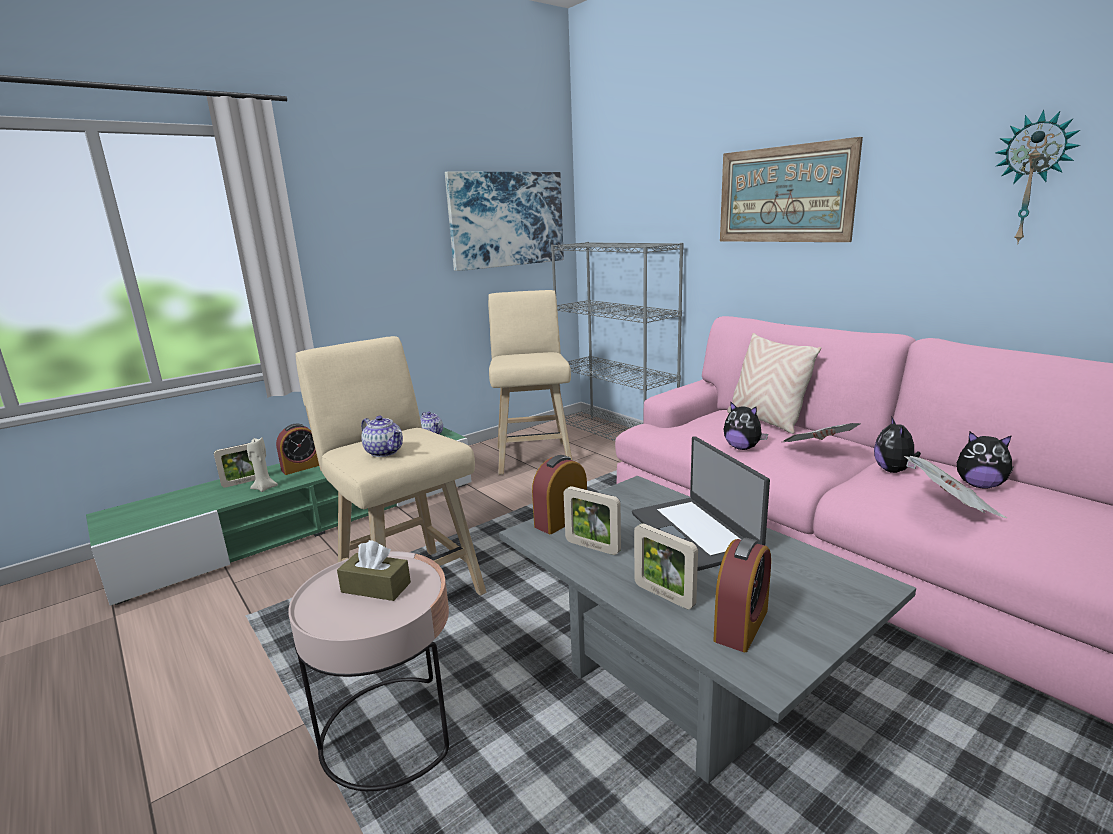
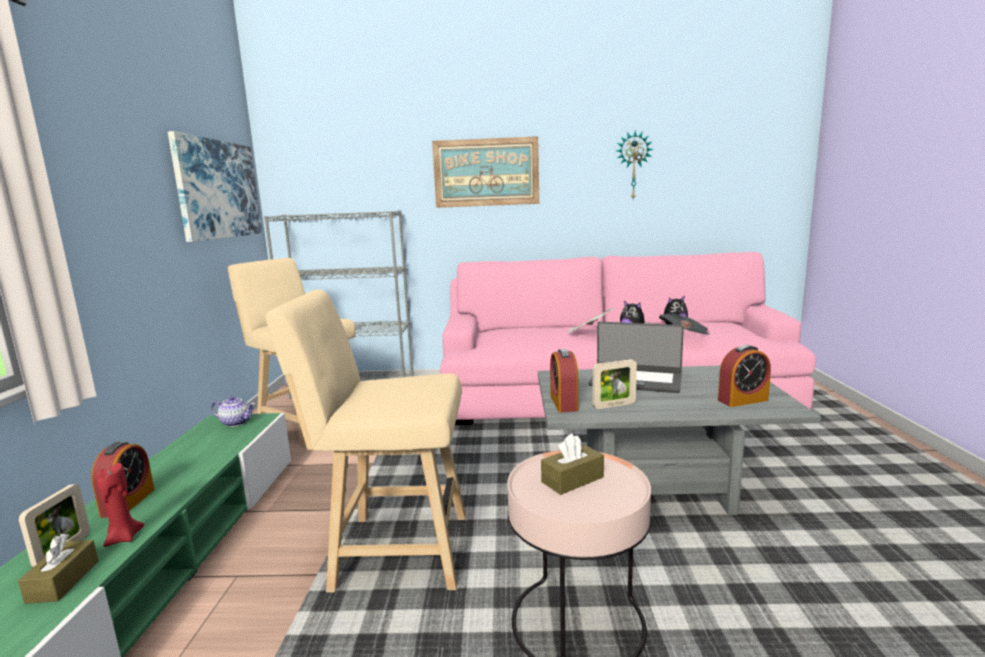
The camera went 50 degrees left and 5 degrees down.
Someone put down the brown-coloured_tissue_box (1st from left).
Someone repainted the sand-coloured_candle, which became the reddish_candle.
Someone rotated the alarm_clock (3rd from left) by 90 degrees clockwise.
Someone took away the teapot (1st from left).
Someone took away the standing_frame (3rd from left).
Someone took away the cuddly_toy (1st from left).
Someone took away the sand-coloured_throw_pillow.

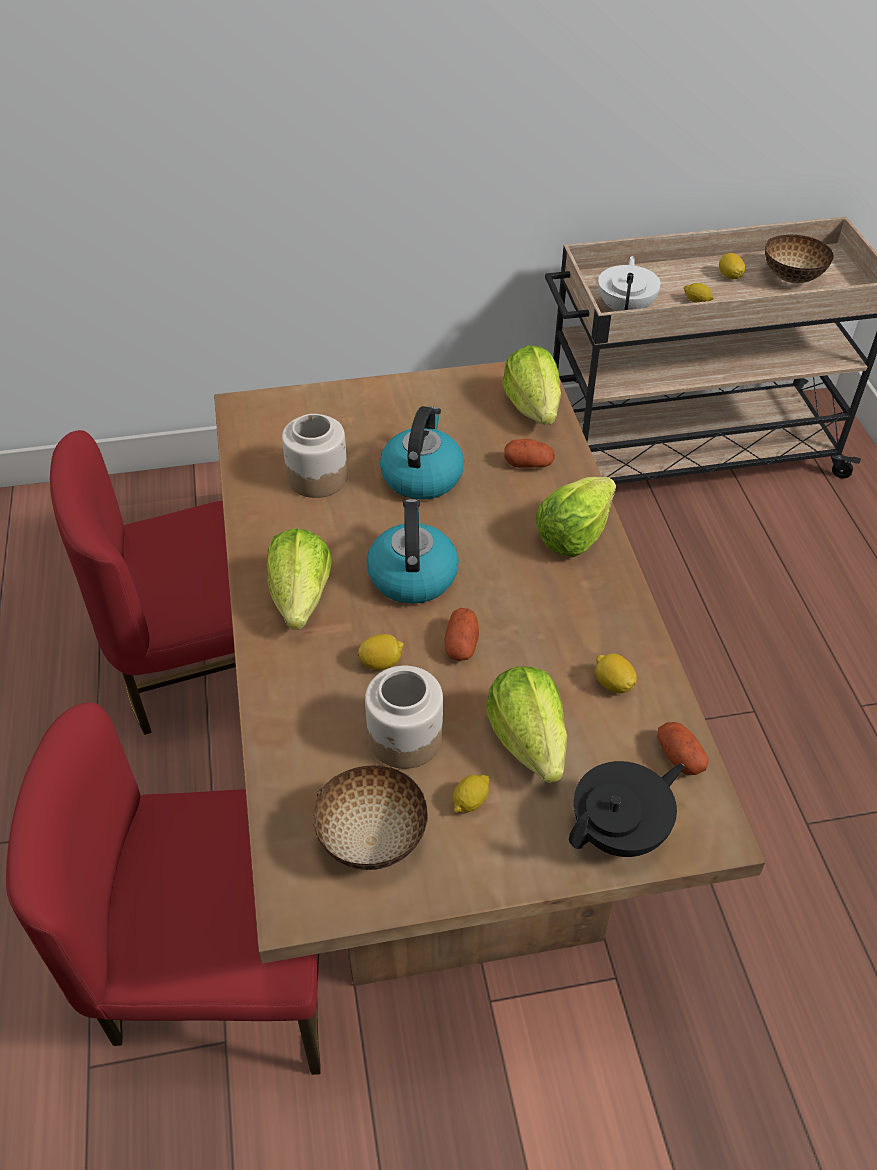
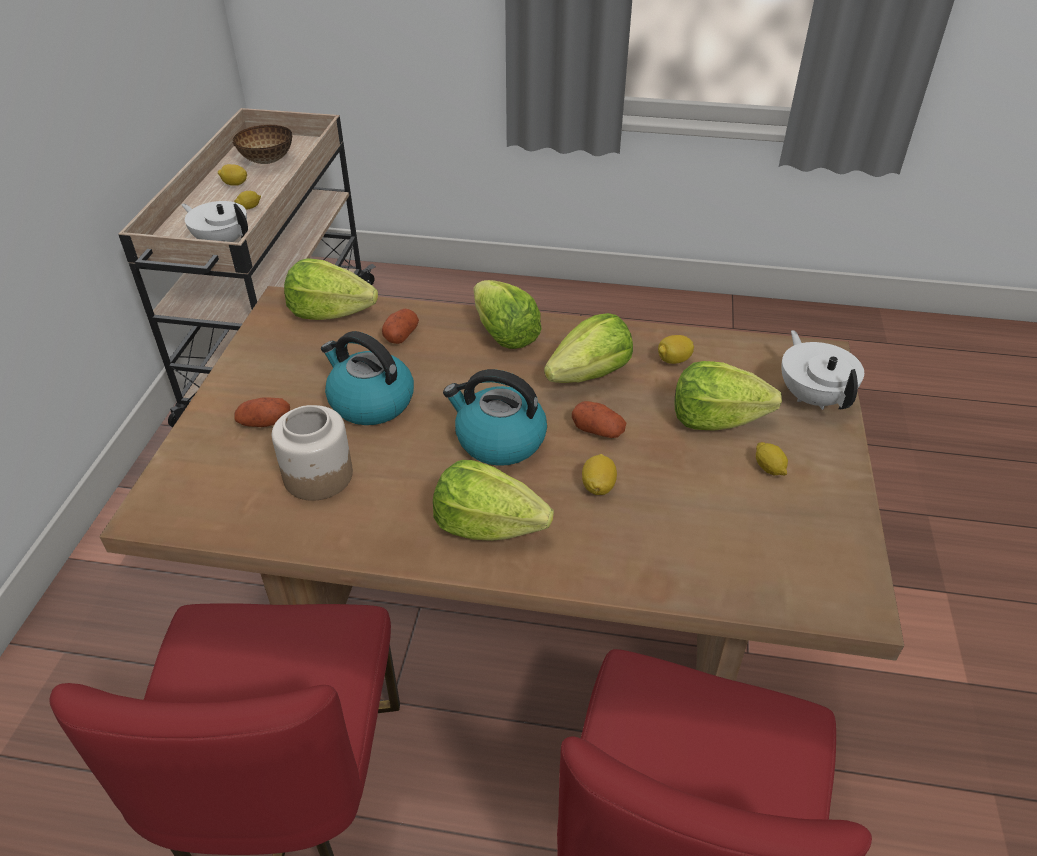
The camera went 70 degrees left and 5 degrees down.
Someone carried the whole_potato (3rd from left in the first image).
Someone put down the head_of_lettuce (4th from left).
Someone repainted the black-coloured_teapot, which became the white_teapot (2nd from left).
Someone took away the deep_dish (1st from left).
Someone took away the preserve_jar (2nd from left).

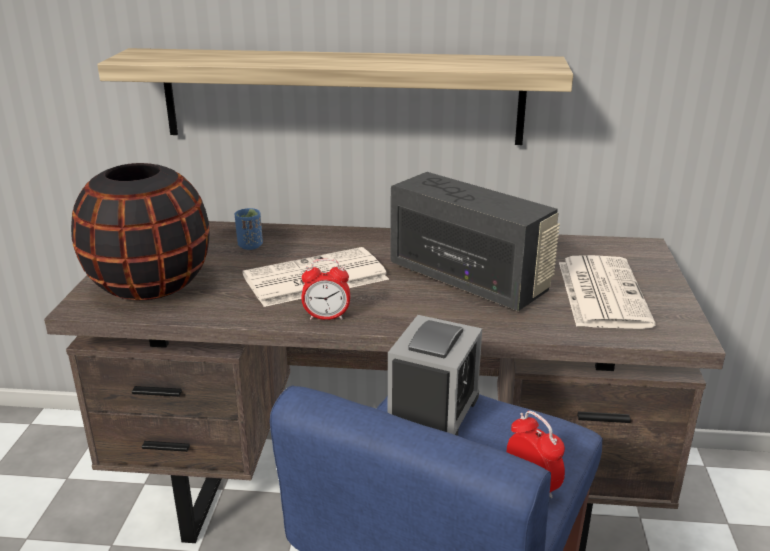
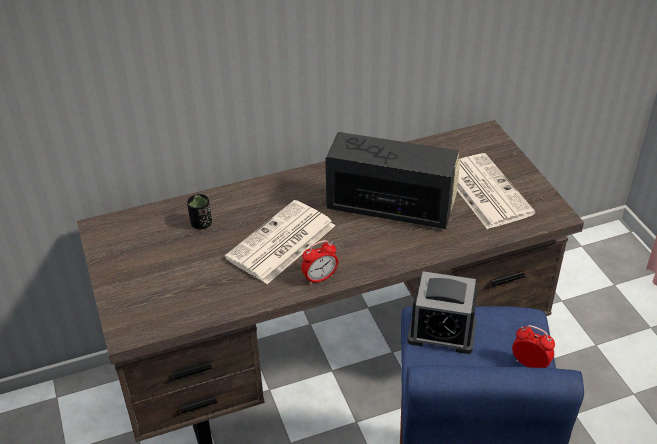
The camera went 25 degrees left and 15 degrees up.
Someone repainted the bluish_cup, which became the black-coloured_cup.
Someone rotated the alarm_clock (2nd from left) by 105 degrees clockwise.
Someone took away the black-coloured_vase.
Someone took away the wall_shelf.

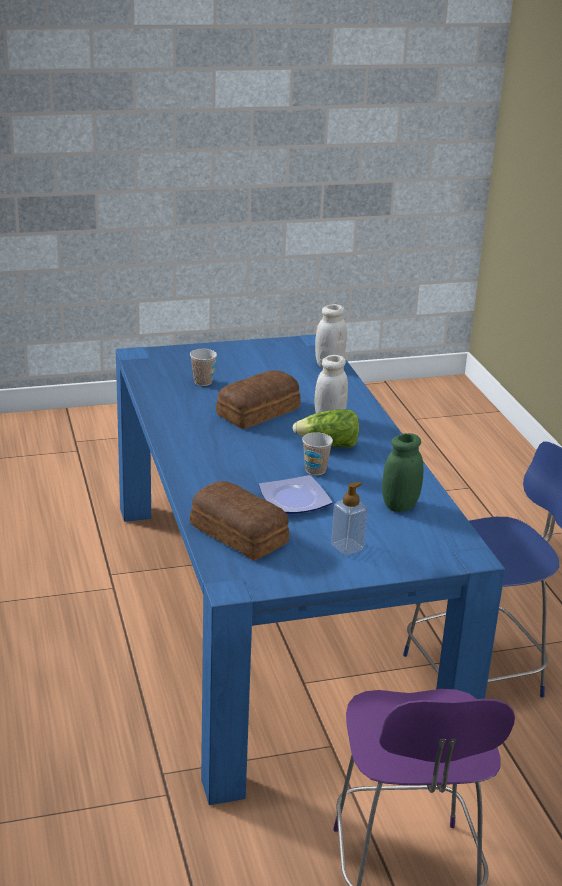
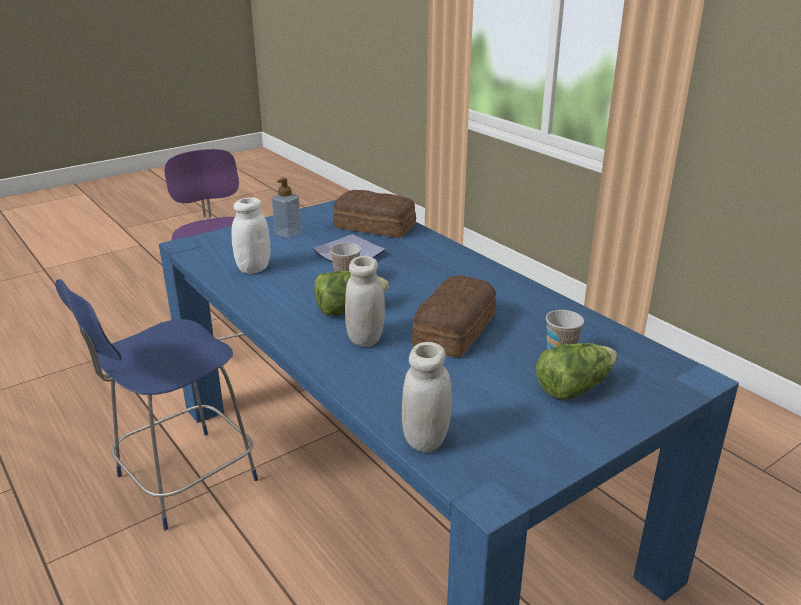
The camera went 160 degrees right and 0 degrees up.
Someone repainted the green-coloured_preserve_jar, which became the white_preserve_jar (1st from left).
Someone put down the head_of_lettuce (2nd from left).

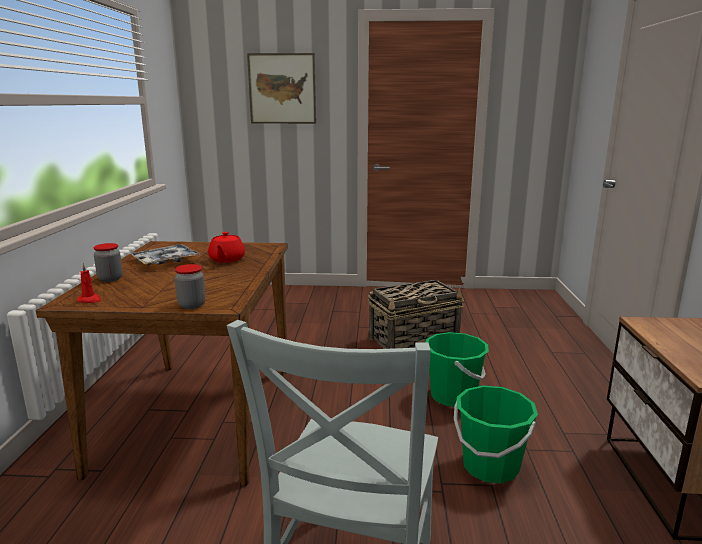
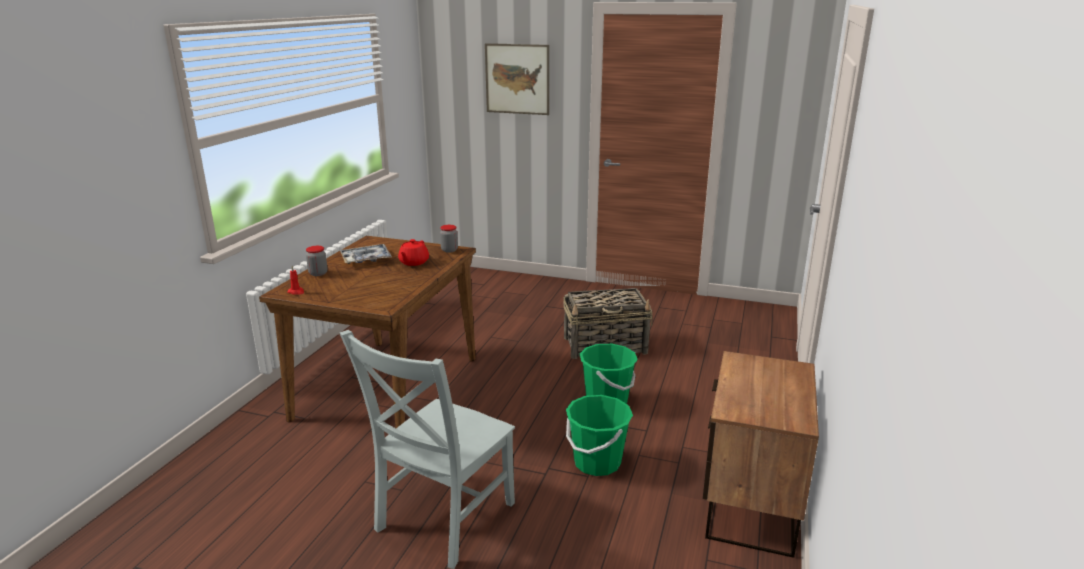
The camera went 15 degrees right and 5 degrees up.
Someone carried the preserve_jar (2nd from left).

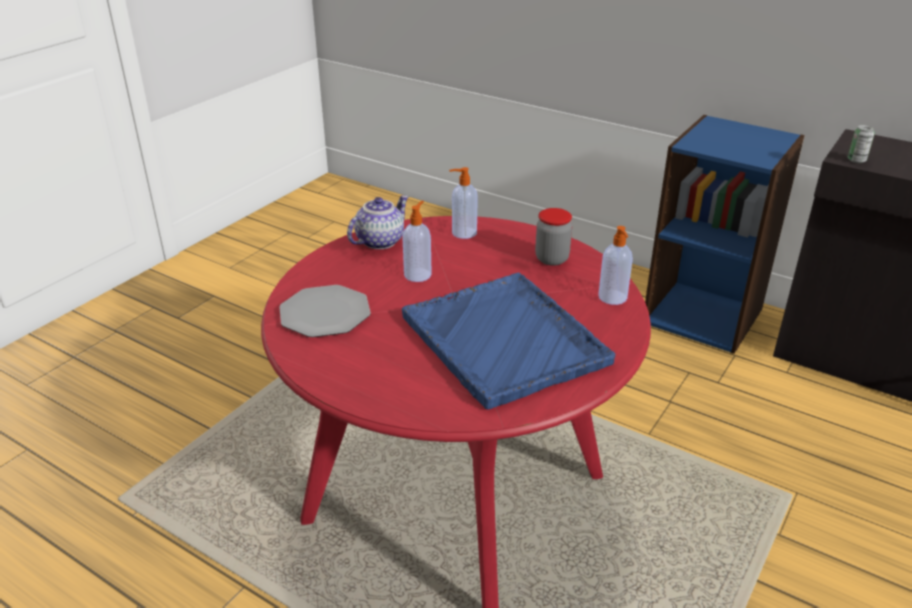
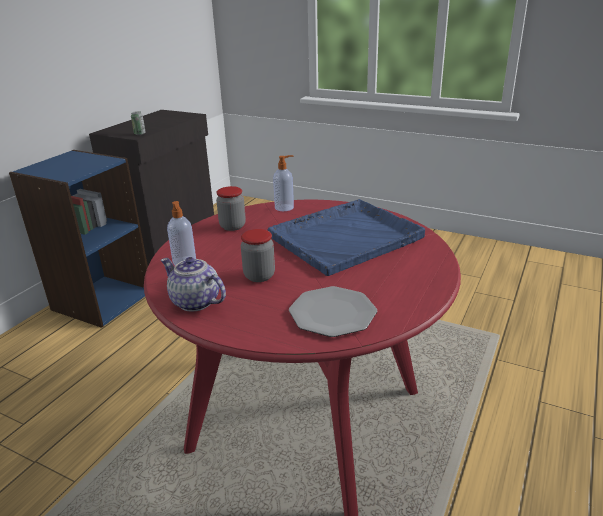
The camera went 95 degrees left and 5 degrees down.
Someone swapped the soap_bottle (1st from left) for the preserve_jar (2nd from left).

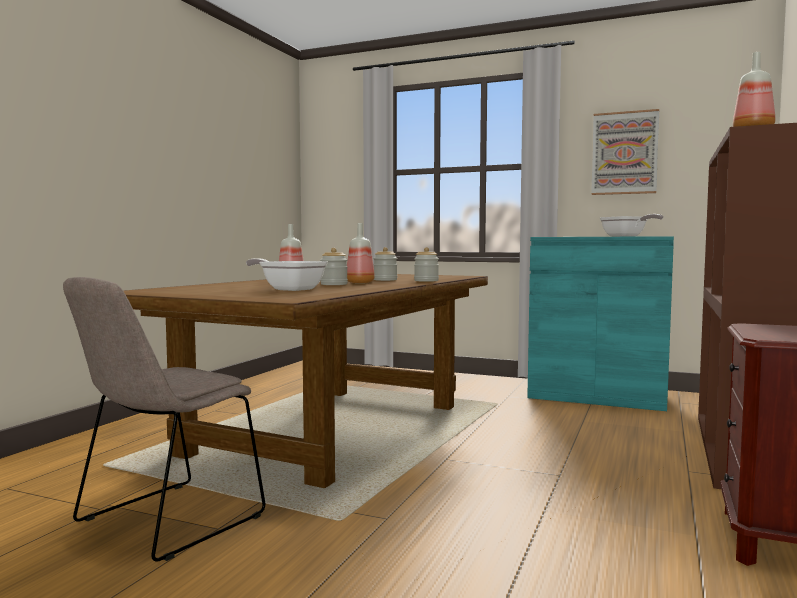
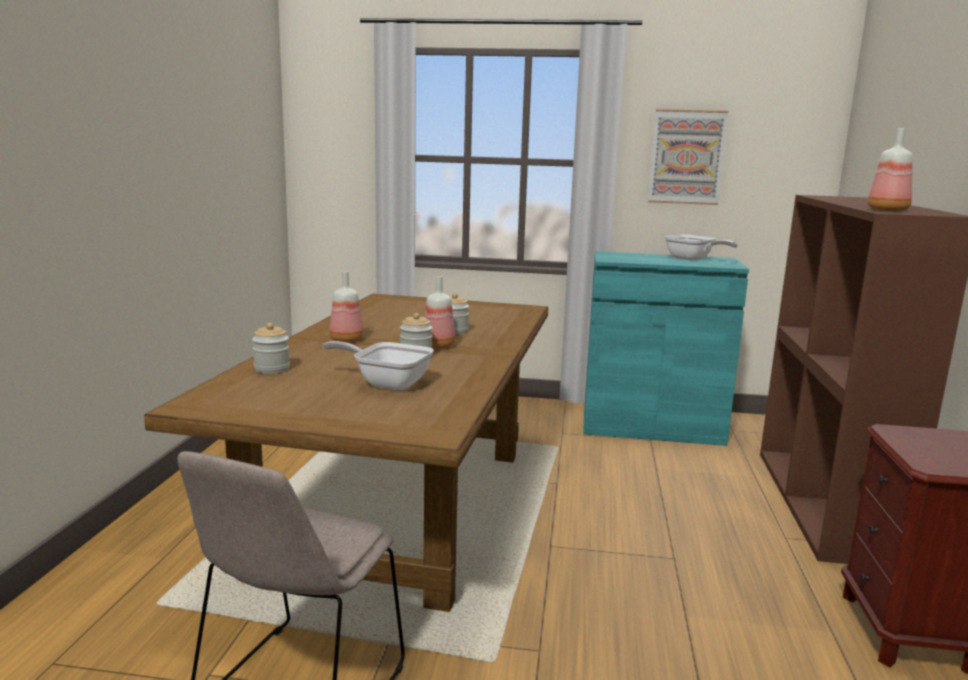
The camera went 15 degrees left and 10 degrees up.
Someone carried the preserve_jar (3rd from left in the first image).

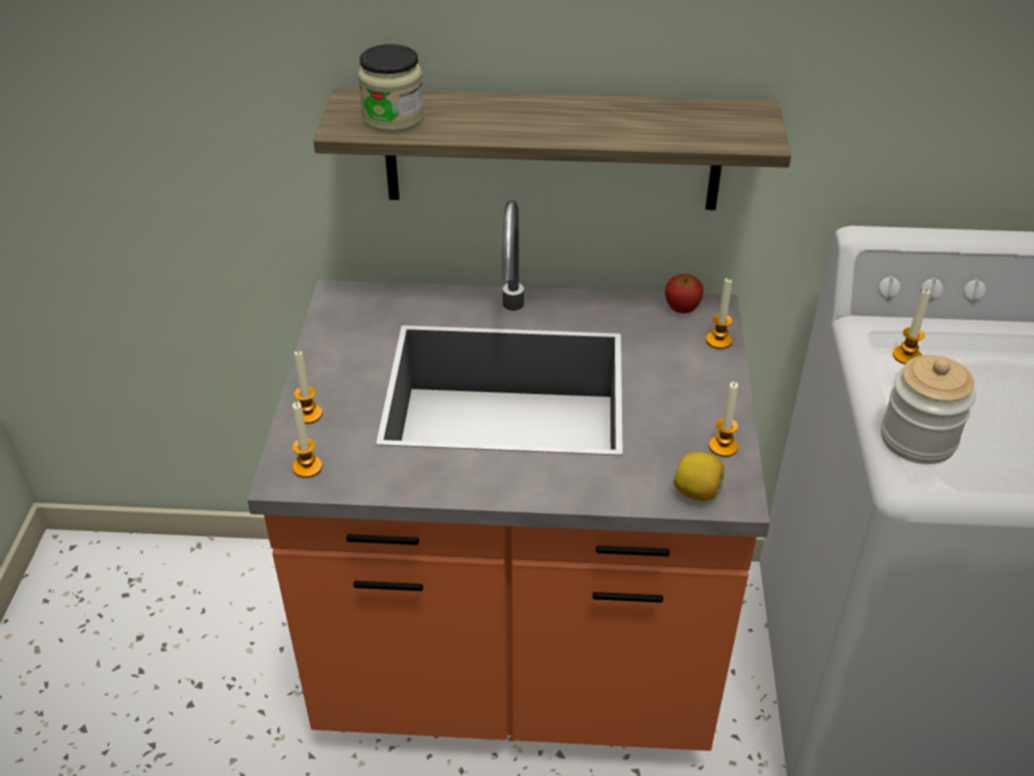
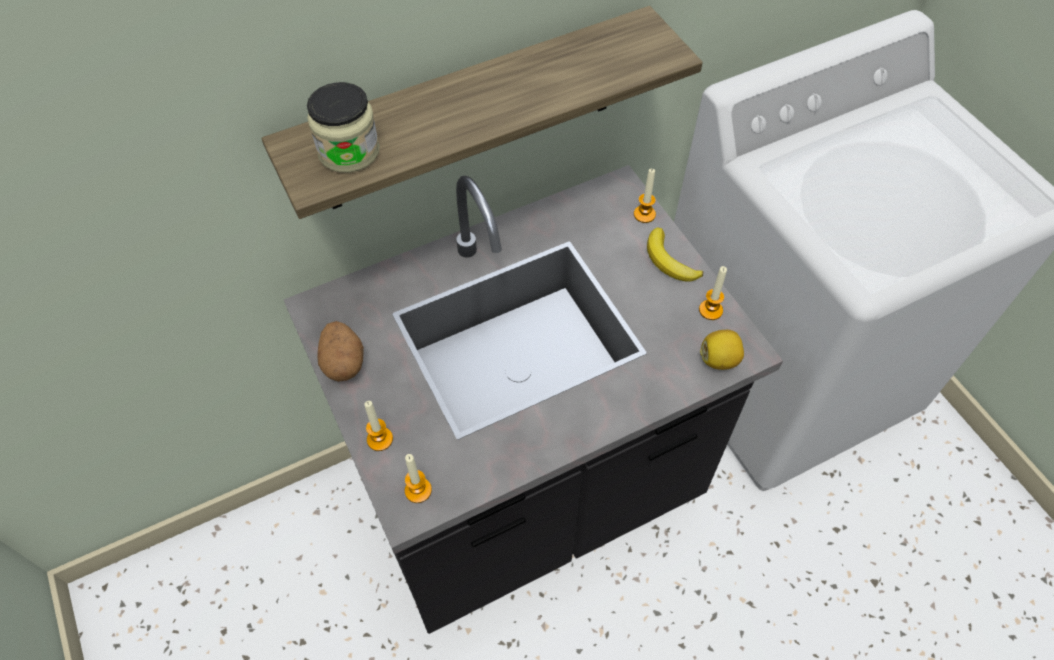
The camera went 30 degrees left and 15 degrees up.
Someone repainted the orangey_kitchen_counter, which became the black-coloured_kitchen_counter.
Someone put down the whole_potato.
Someone put down the whole_banana.
Someone took away the apple_fruit.
Someone took away the preserve_jar (2nd from left).
Someone took away the candle (5th from left).

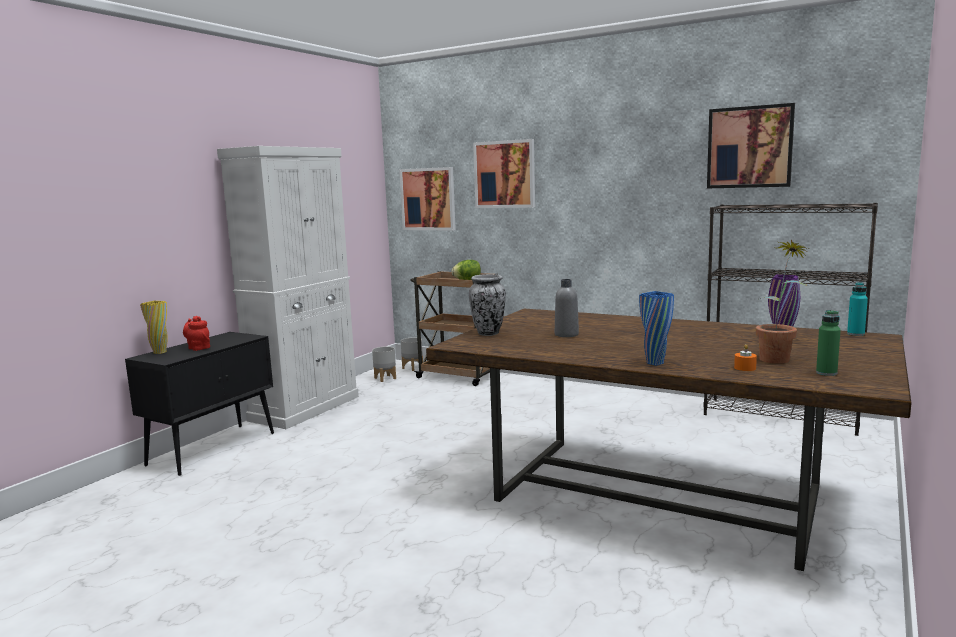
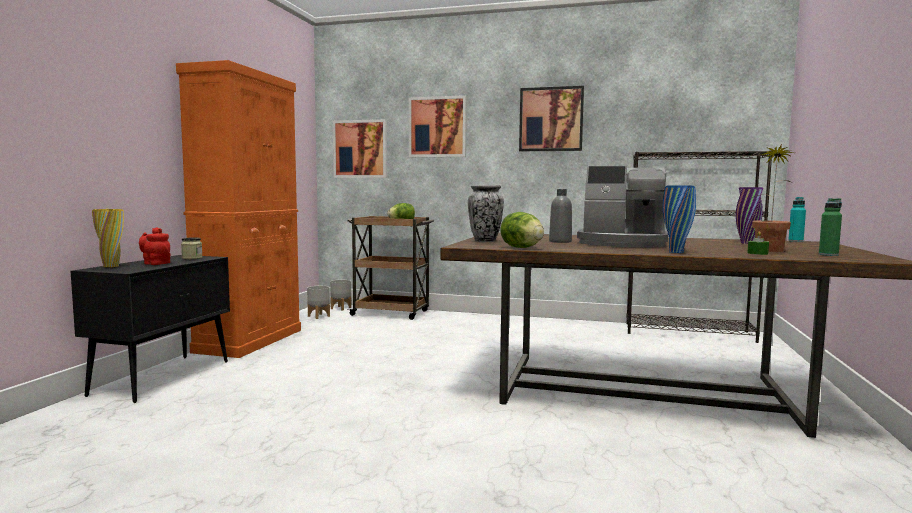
The camera went 15 degrees left and 5 degrees down.
Someone repainted the white_cabinet, which became the orangey_cabinet.
Someone put down the preserve_jar.
Someone put down the head_of_lettuce (2nd from left).
Someone carried the picture (3rd from left).
Someone put down the coffee_brewer.
Someone repainted the orangey_candle, which became the green-coloured_candle.

